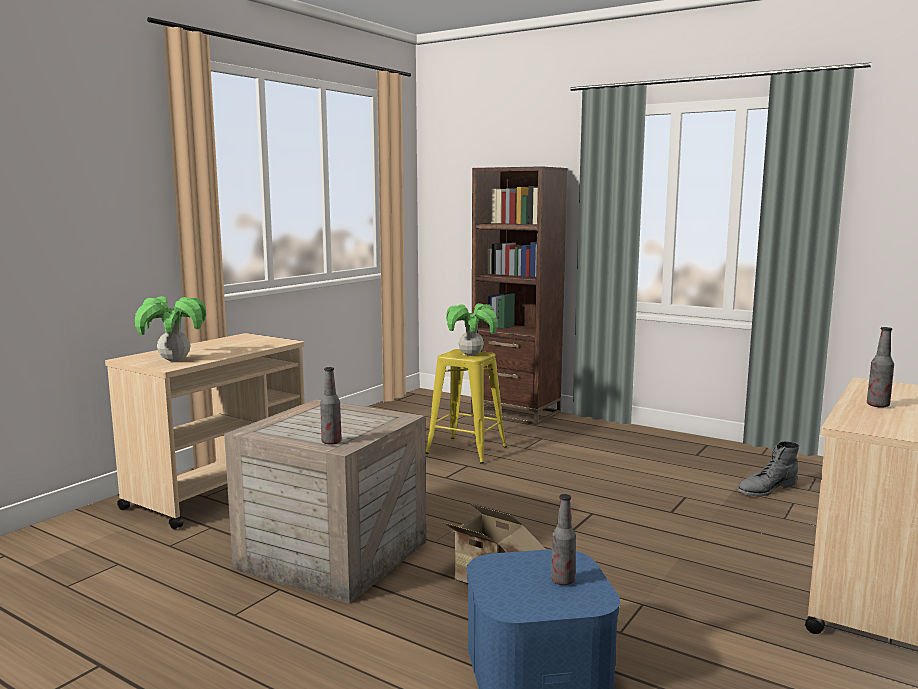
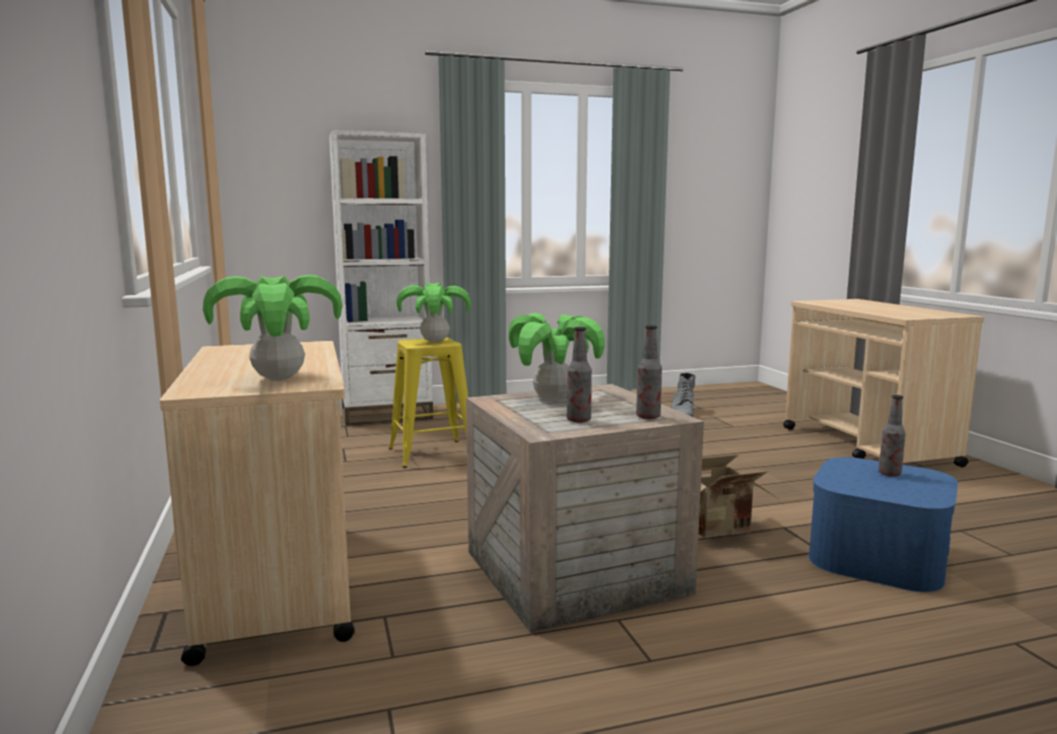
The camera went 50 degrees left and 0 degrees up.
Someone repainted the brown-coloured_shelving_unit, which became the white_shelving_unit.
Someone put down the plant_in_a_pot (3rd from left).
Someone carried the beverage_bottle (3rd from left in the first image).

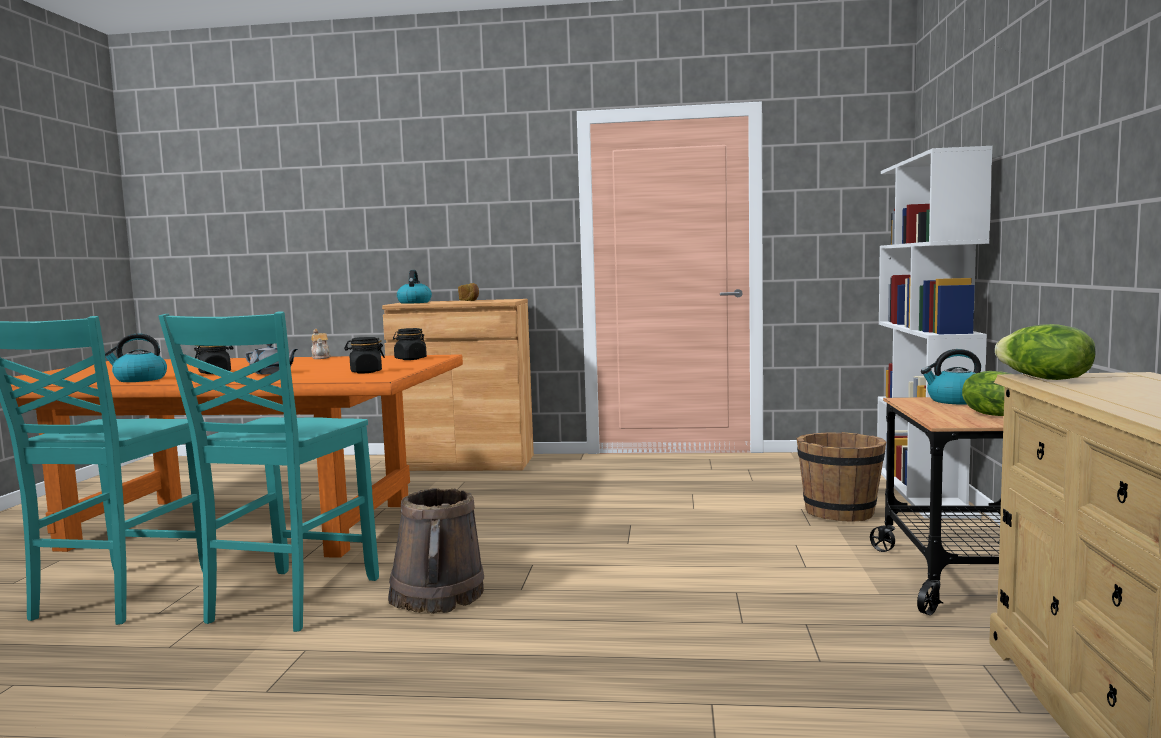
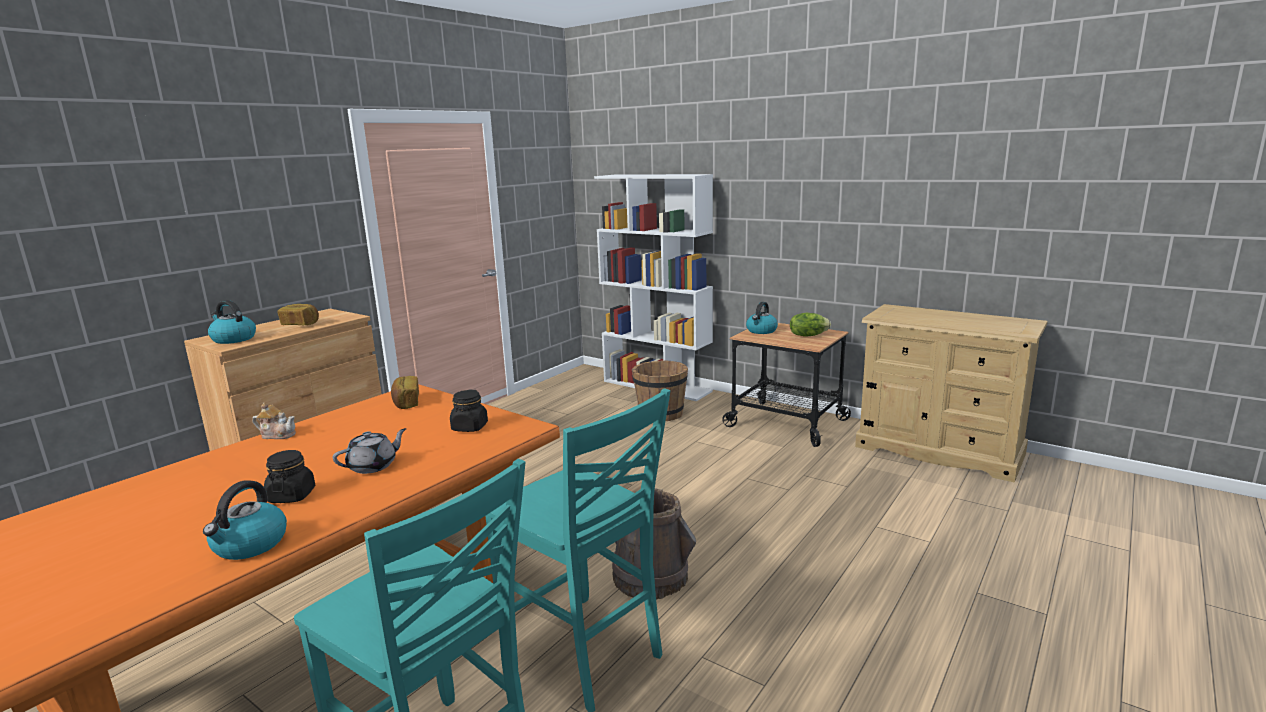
The camera went 60 degrees left and 10 degrees up.
Someone swapped the black-coloured_preserve_jar (3rd from left) for the bakery_bread (2nd from left).
Someone took away the head_of_lettuce (2nd from left).

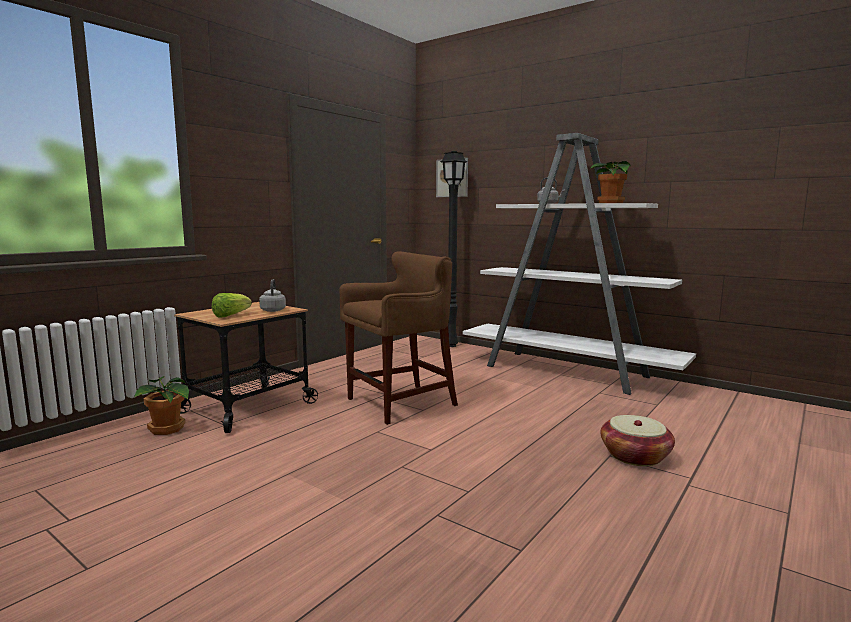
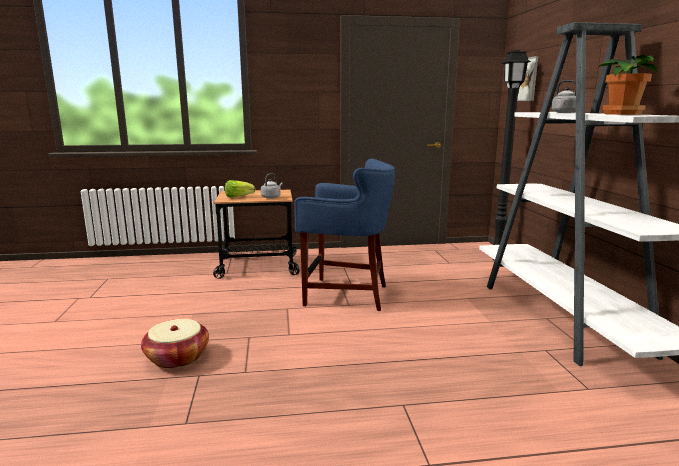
The camera went 45 degrees right and 5 degrees up.
Someone carried the storage_basket.
Someone repainted the brown-coloured_stool_seat, which became the bluish_stool_seat.
Someone took away the plant_in_a_pot (1st from left).

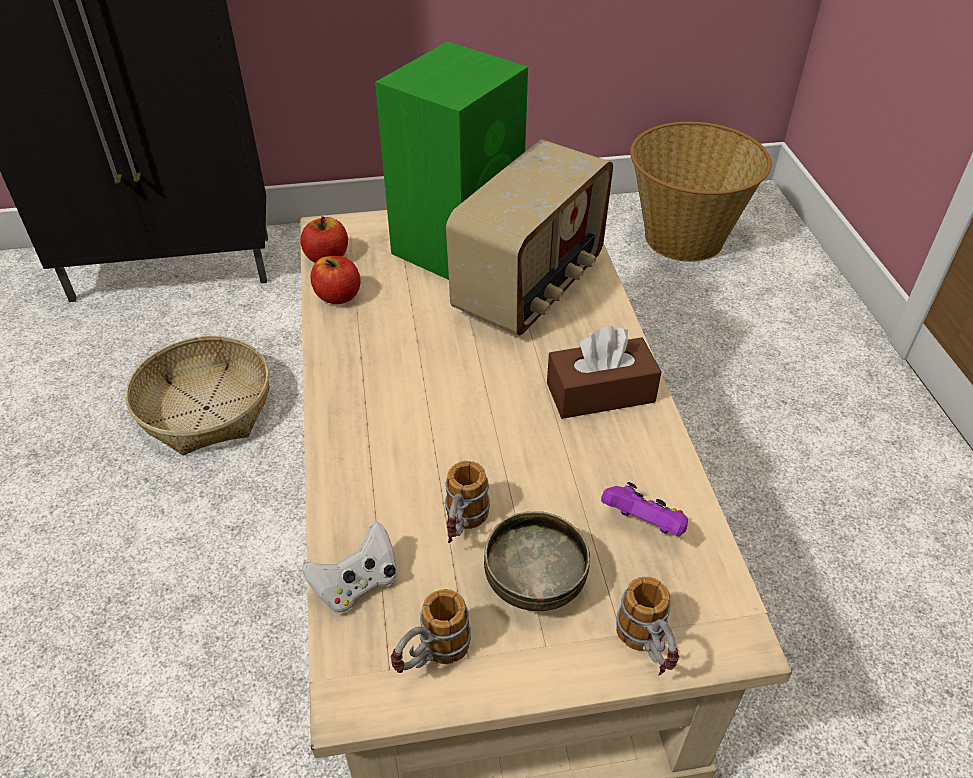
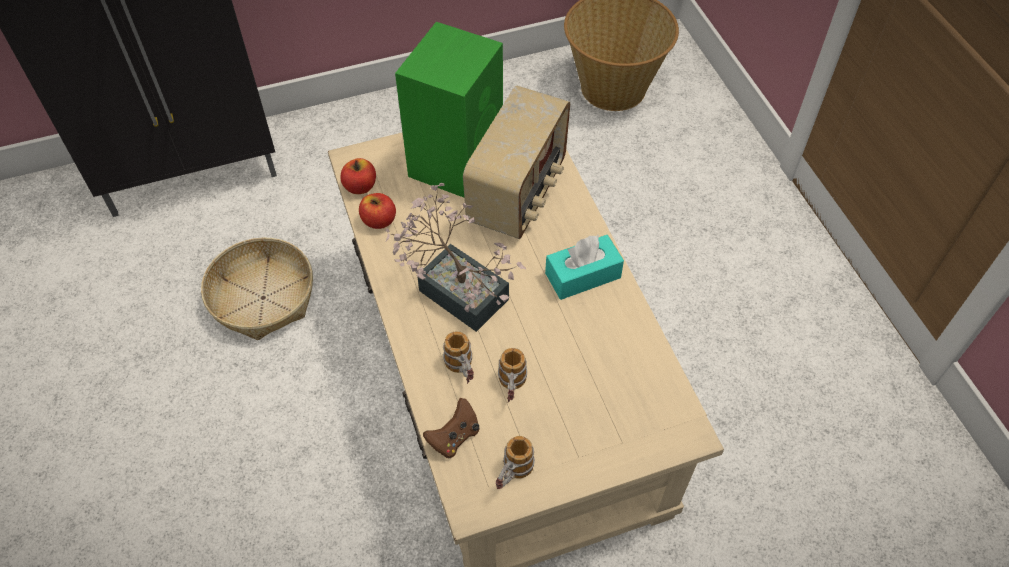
The camera went 10 degrees left and 10 degrees up.
Someone put down the plant_in_a_pot.
Someone repainted the white_joypad, which became the brown-coloured_joypad.
Someone carried the tea_mug (3rd from left in the first image).
Someone repainted the brown-coloured_tissue_box, which became the blue-green_tissue_box.
Someone took away the deep_dish.
Someone took away the purple_joypad.

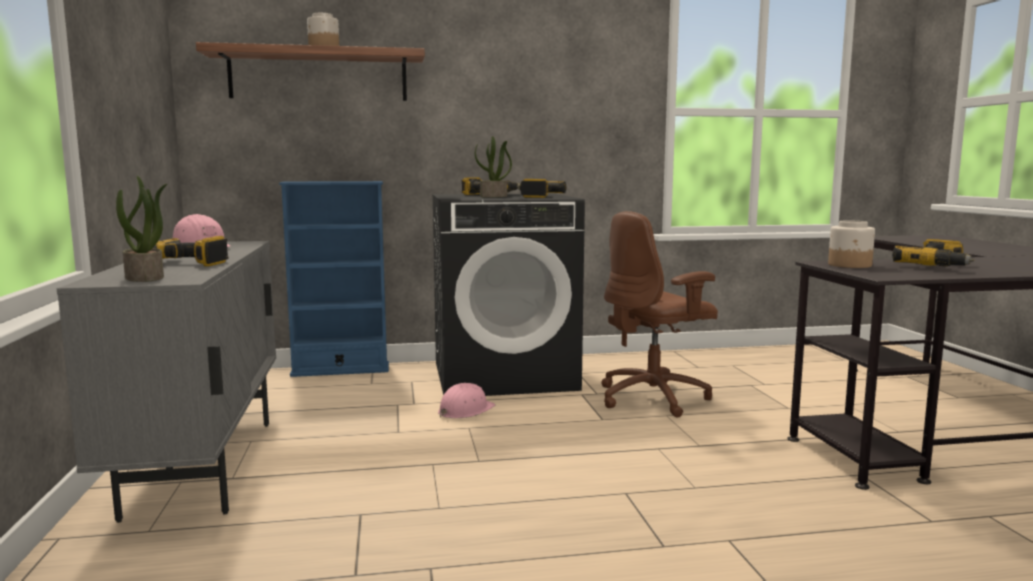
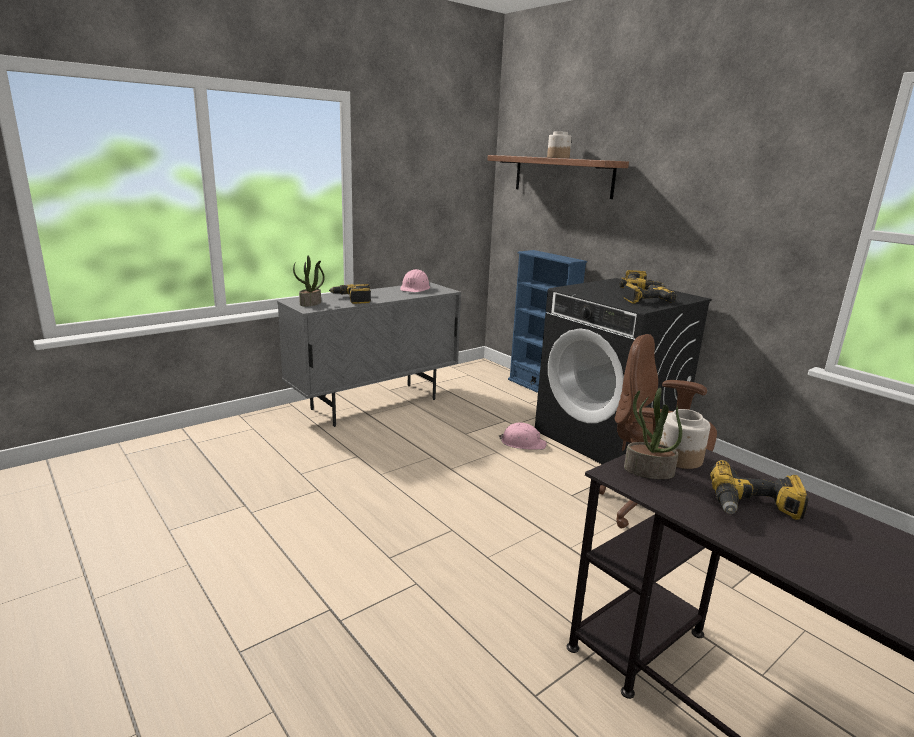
The camera went 60 degrees right and 10 degrees up.
Someone carried the plant_in_a_pot (2nd from left).

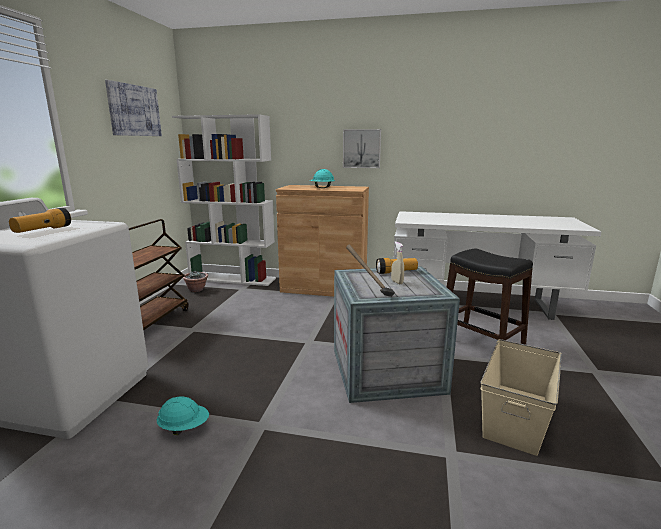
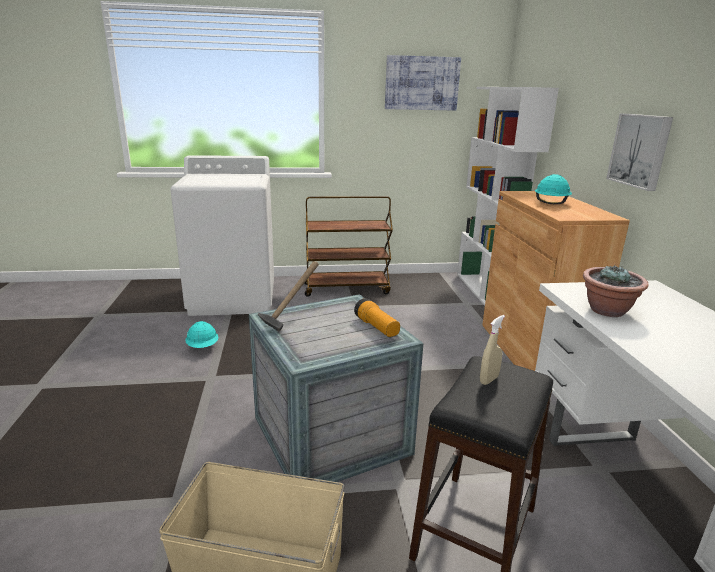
The camera went 70 degrees right and 5 degrees up.
Someone carried the sand-coloured_sprayer.
Someone carried the plant_in_a_pot.
Someone took away the hand_torch (1st from left).

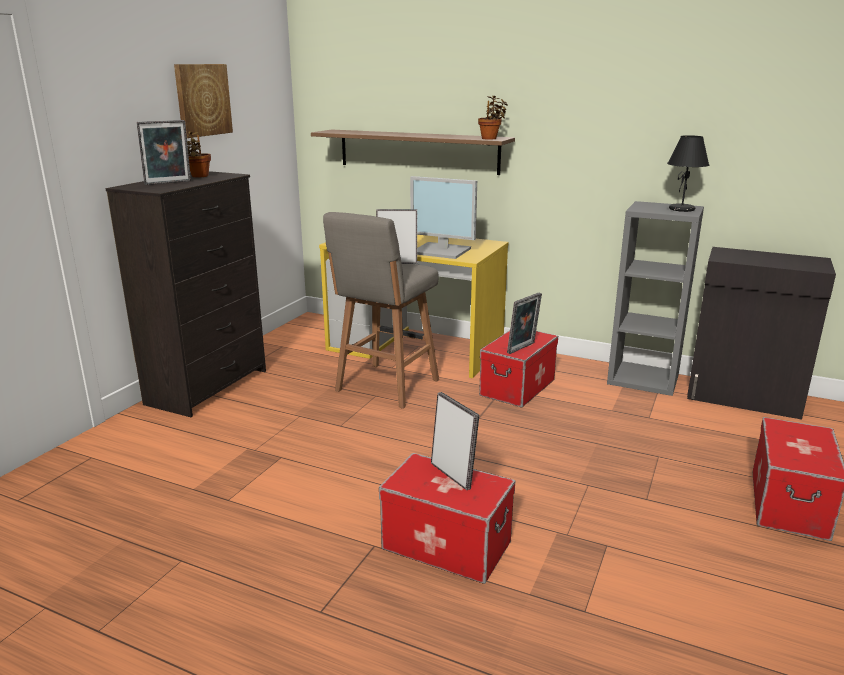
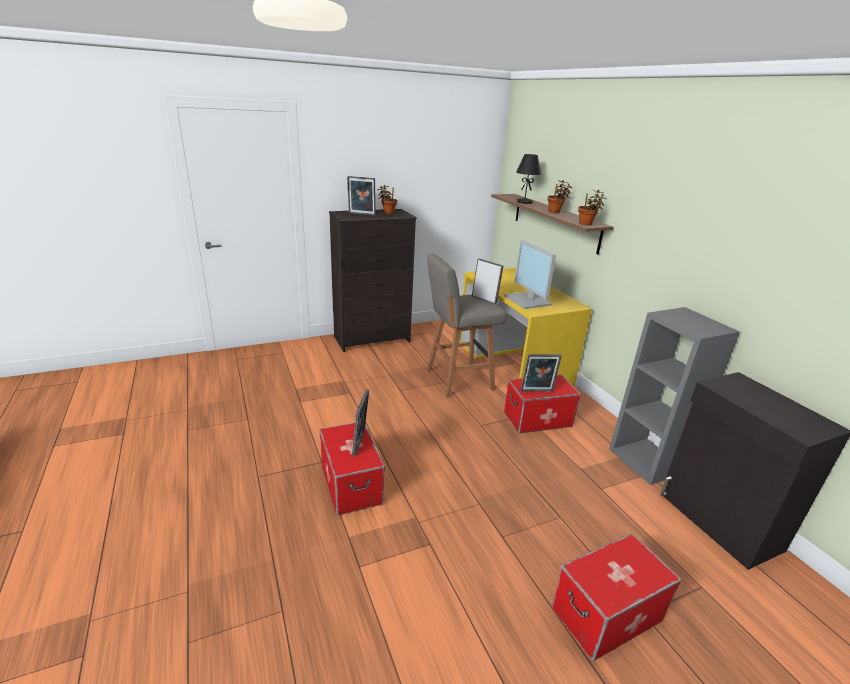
The camera went 40 degrees right and 5 degrees up.
Someone carried the black-coloured_tabletop_lamp.
Someone put down the plant_in_a_pot (2nd from left).
Someone took away the picture.

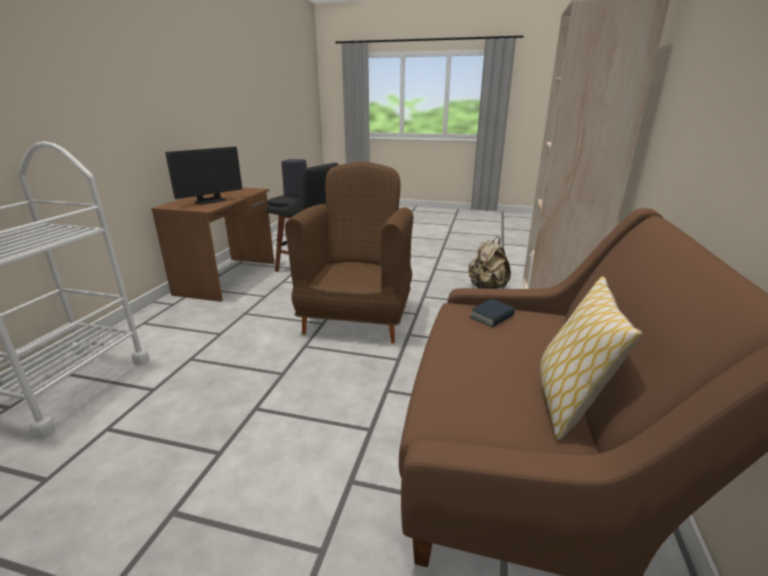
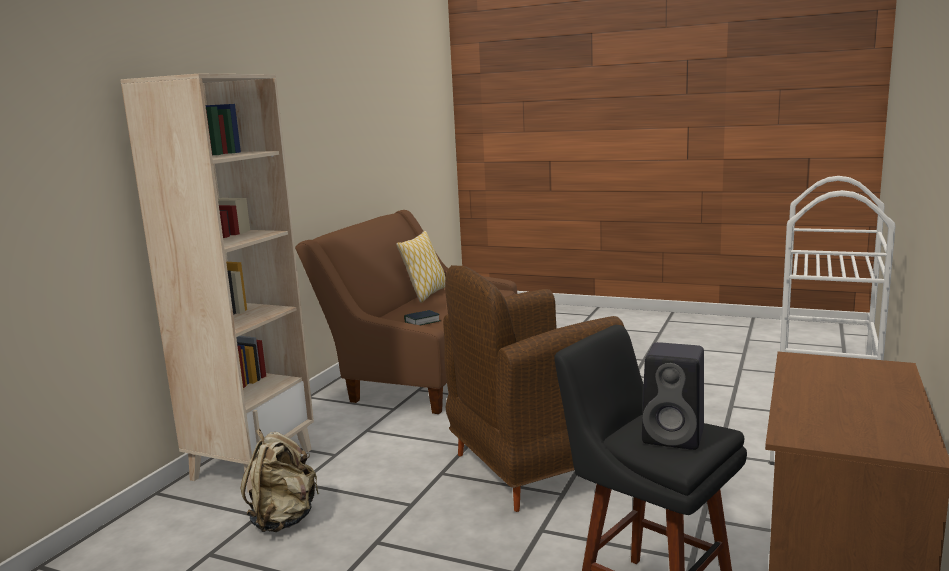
The camera went 170 degrees left and 10 degrees down.
Someone rotated the brown-coloured_lounge_chair by 45 degrees clockwise.
Someone took away the computer_screen.

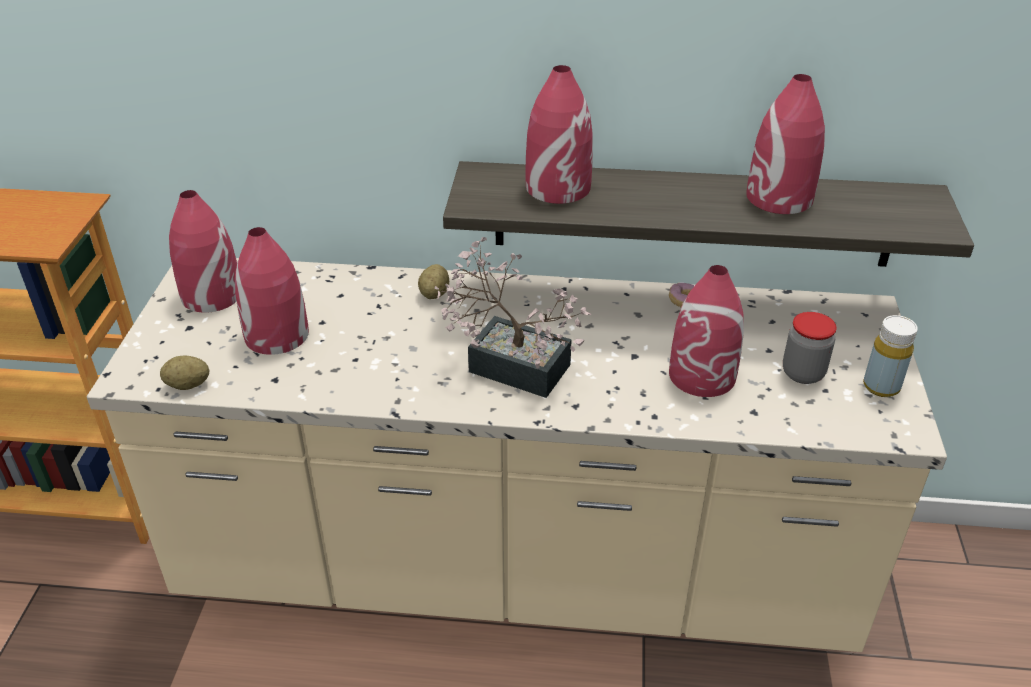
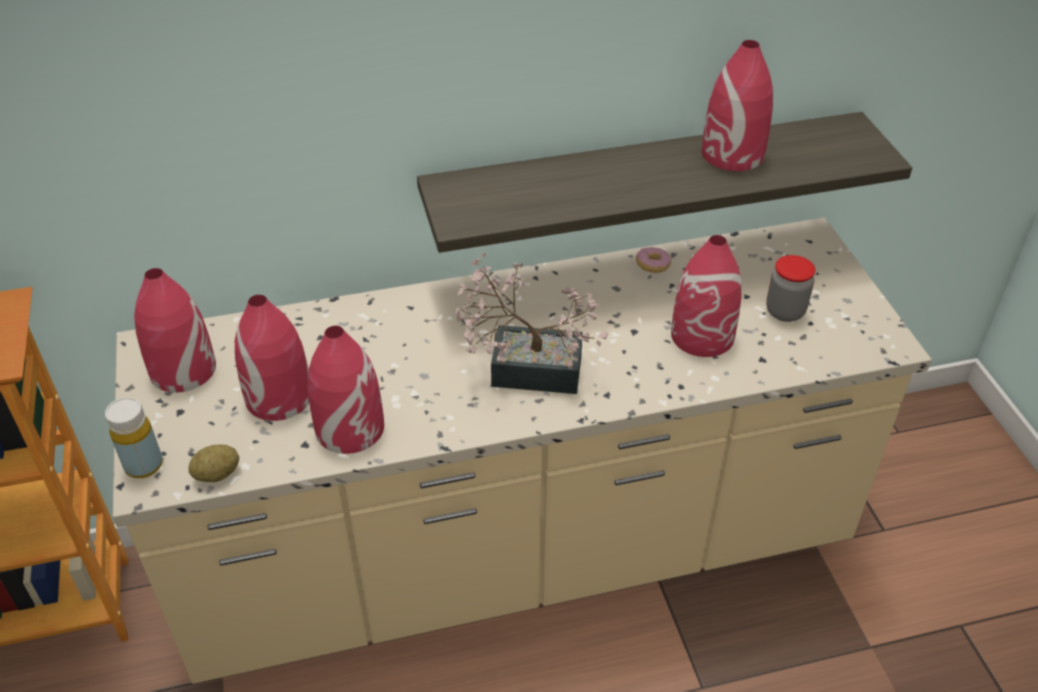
The camera went 20 degrees left and 5 degrees up.
Someone carried the yellow_beverage_bottle.
Someone carried the reddish_vase (3rd from left).
Someone took away the whole_potato (2nd from left).

